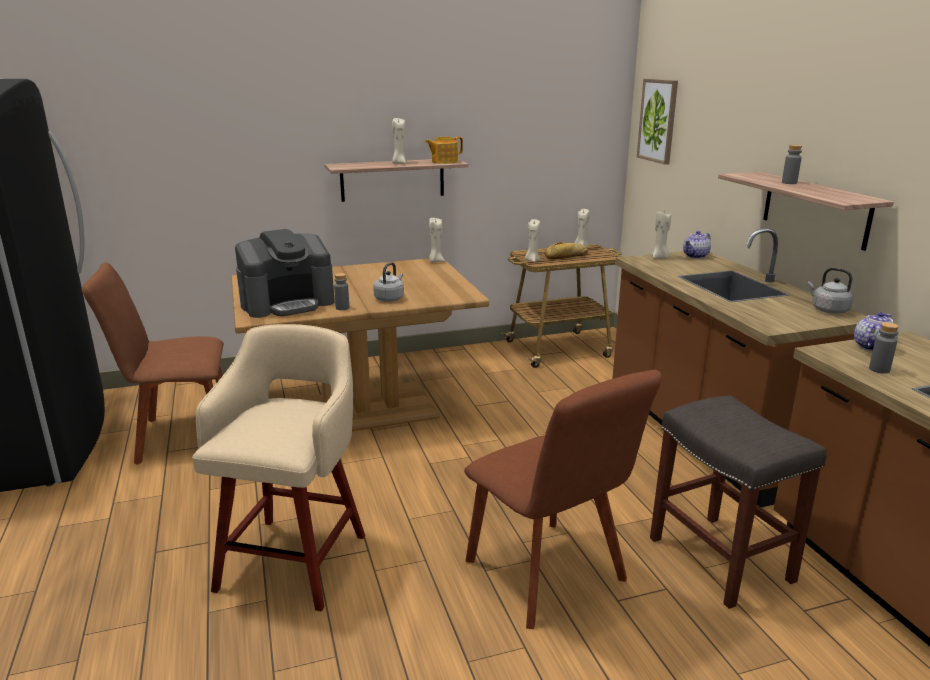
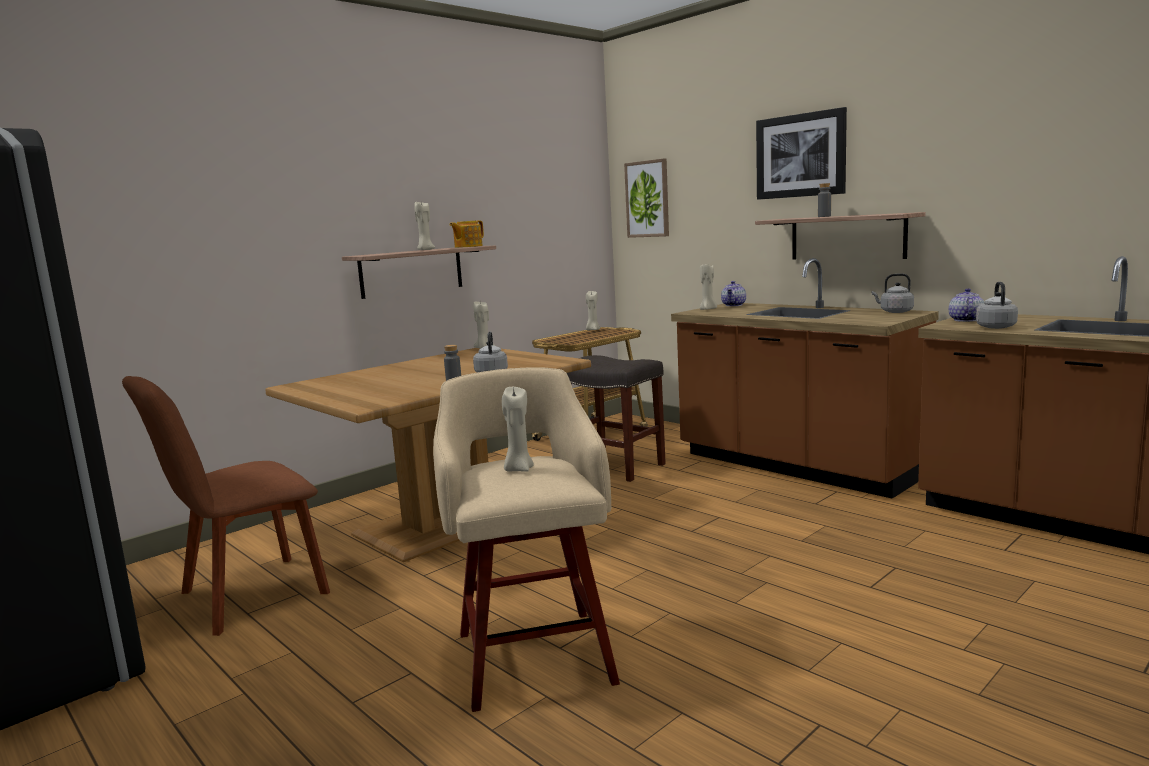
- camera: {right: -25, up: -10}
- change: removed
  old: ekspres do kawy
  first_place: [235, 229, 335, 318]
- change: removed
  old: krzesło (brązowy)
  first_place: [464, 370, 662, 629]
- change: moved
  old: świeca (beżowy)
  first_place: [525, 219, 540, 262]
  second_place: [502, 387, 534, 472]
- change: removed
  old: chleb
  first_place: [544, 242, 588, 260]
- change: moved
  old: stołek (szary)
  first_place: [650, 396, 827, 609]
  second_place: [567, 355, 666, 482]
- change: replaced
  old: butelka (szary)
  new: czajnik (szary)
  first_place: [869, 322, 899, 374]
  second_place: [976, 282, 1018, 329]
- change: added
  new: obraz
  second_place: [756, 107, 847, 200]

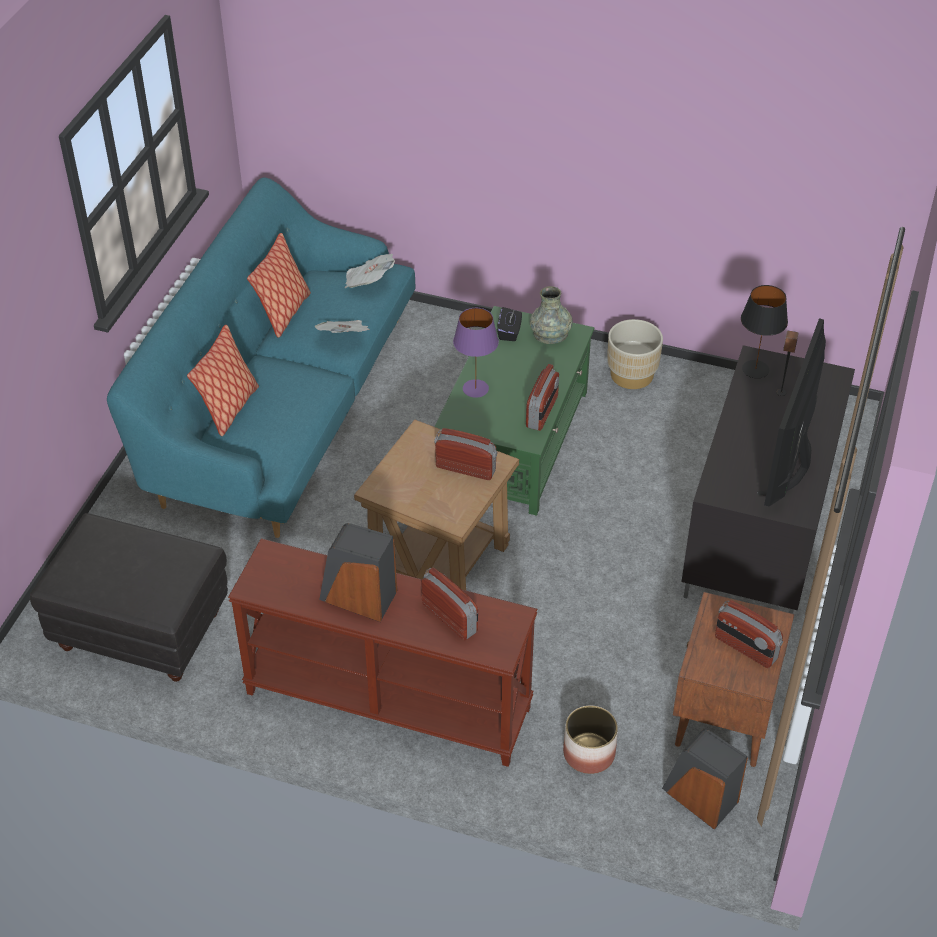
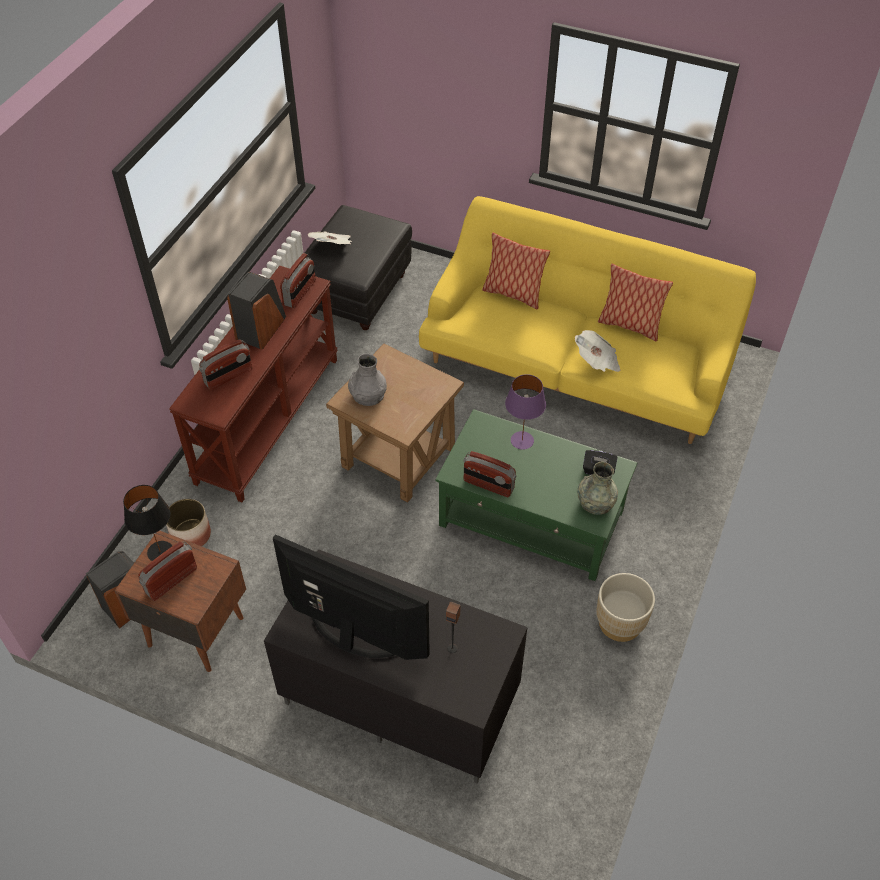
- camera: {right: 95, up: 5}
- change: recoloured
  old: kanapa (turkusowy)
  new: kanapa (żółty)
  first_place: [107, 177, 415, 538]
  second_place: [419, 196, 756, 444]
- change: moved
  old: gazeta
  first_place: [345, 254, 395, 288]
  second_place: [308, 231, 352, 244]
- change: moved
  old: radio
  first_place: [434, 428, 497, 480]
  second_place: [280, 253, 316, 308]
- change: moved
  old: lampa stołowa (czarny)
  first_place: [741, 285, 788, 379]
  second_place: [123, 485, 172, 561]
- change: added
  new: wazon (szary)
  second_place: [348, 354, 387, 406]

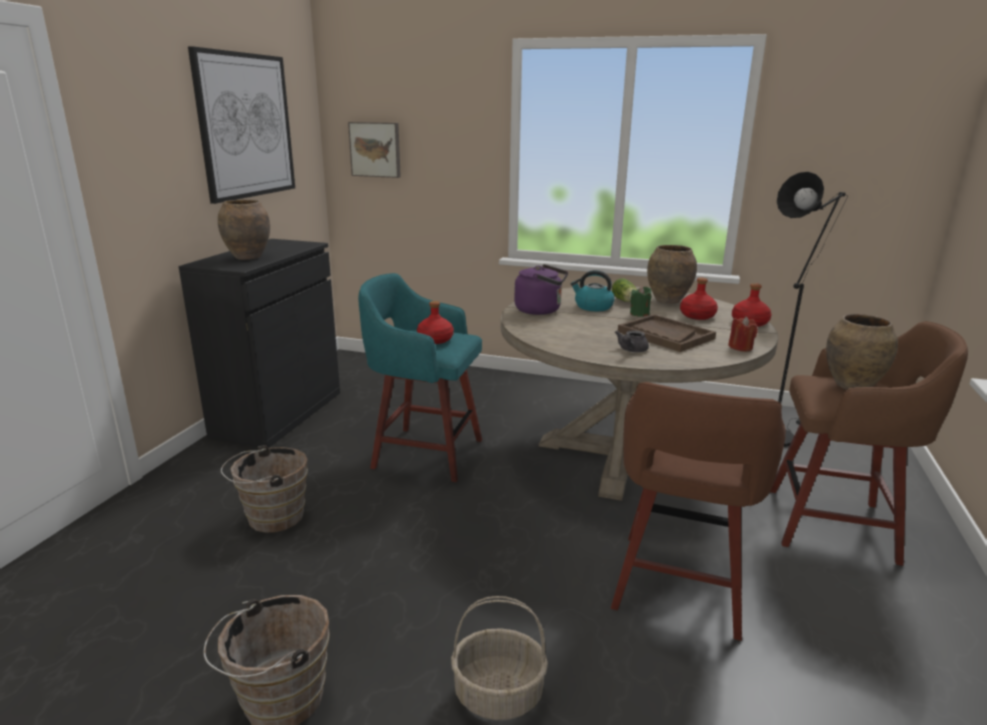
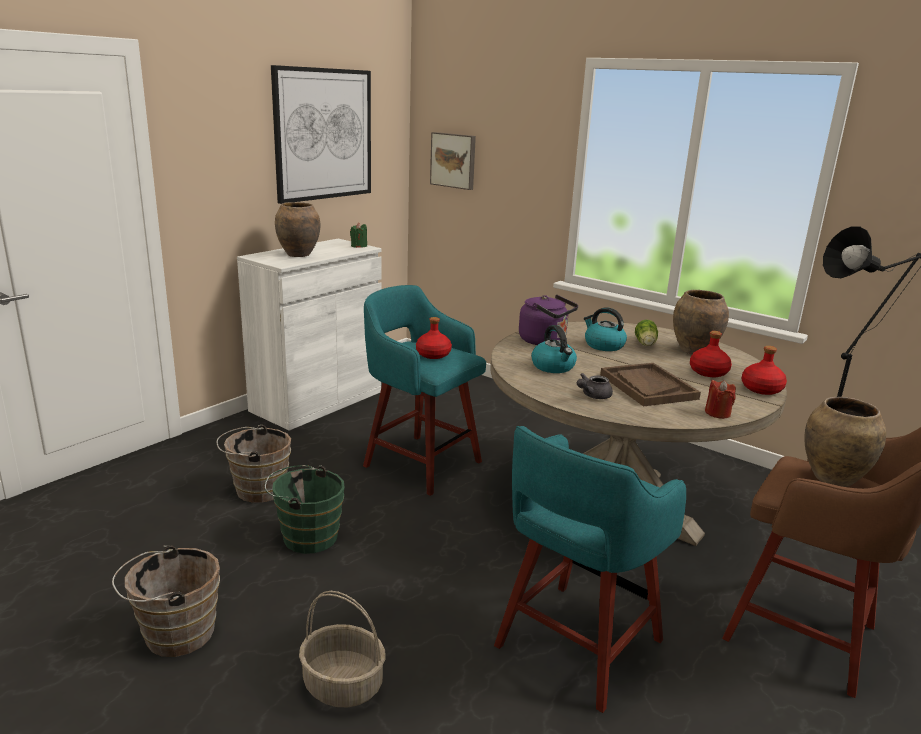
- camera: {right: 20, up: 0}
- change: recoloured
  old: szafka (czarny)
  new: szafka (biały)
  first_place: [178, 239, 340, 448]
  second_place: [237, 239, 382, 431]
- change: recoloured
  old: stołek (brązowy)
  new: stołek (turkusowy)
  first_place: [611, 382, 786, 641]
  second_place: [494, 426, 686, 713]
- change: moved
  old: świeca (zielony)
  first_place: [630, 286, 652, 317]
  second_place: [350, 223, 367, 248]
- change: added
  new: wiadro (zielony)
  second_place: [265, 465, 344, 554]
- change: added
  new: czajnik
  second_place: [531, 325, 577, 373]

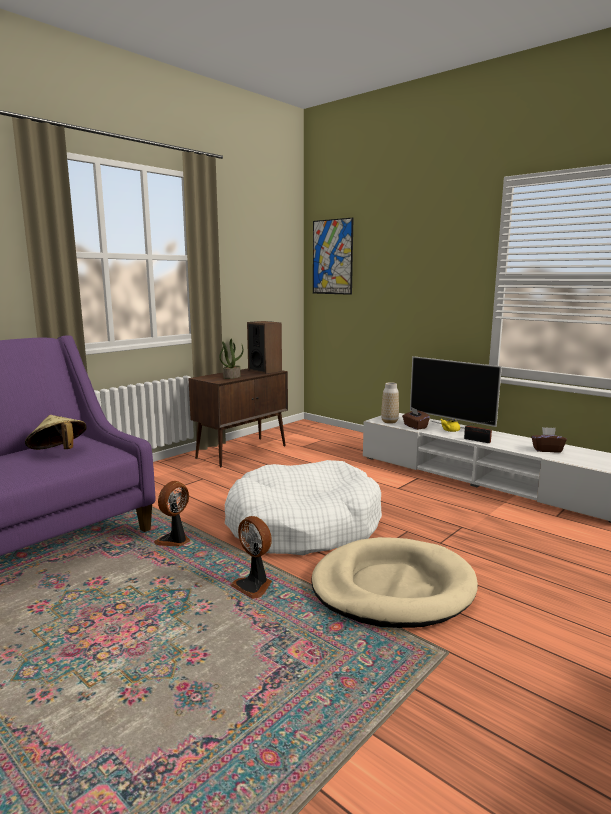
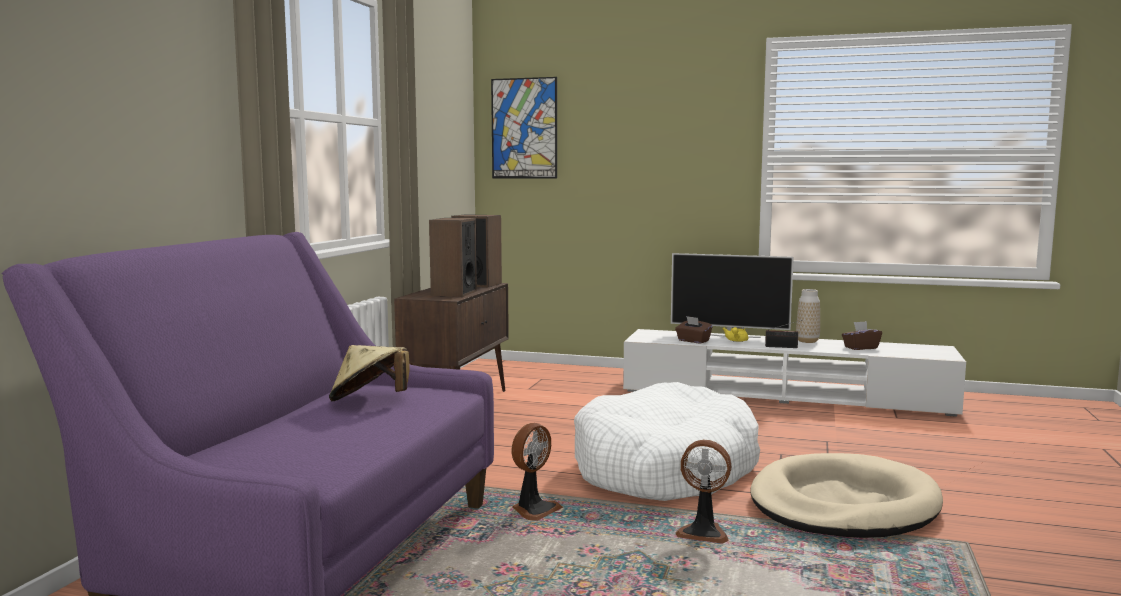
- camera: {right: -25, up: -5}
- change: turned
  old: wentylator
  first_place: [154, 481, 191, 547]
  second_place: [511, 423, 563, 521]
  degrees: -150
- change: replaced
  old: roślina doniczkowa
  new: głośnik
  first_place: [219, 339, 243, 379]
  second_place: [429, 218, 477, 297]
- change: moved
  old: wazon
  first_place: [381, 382, 399, 424]
  second_place: [796, 289, 820, 343]

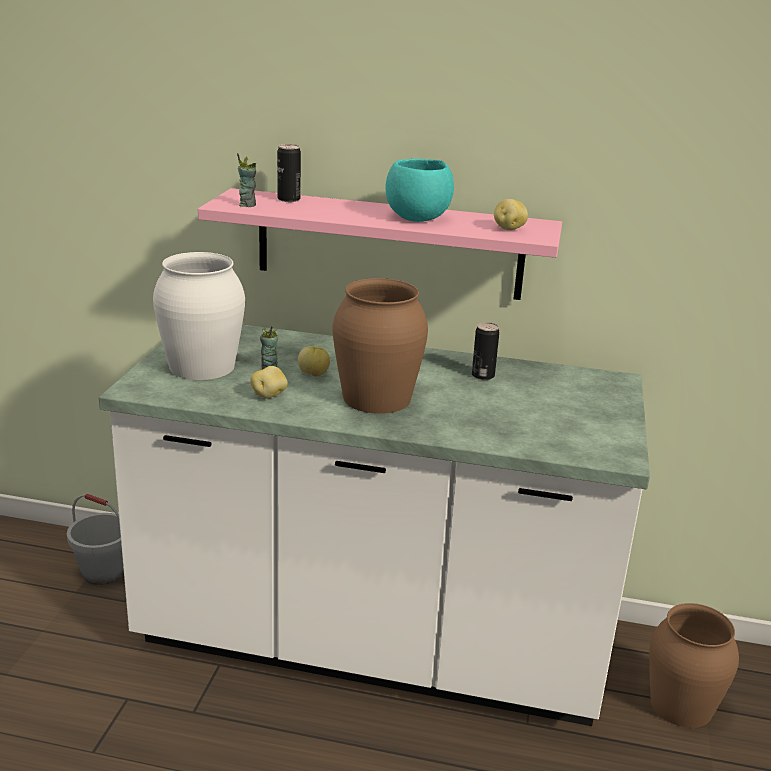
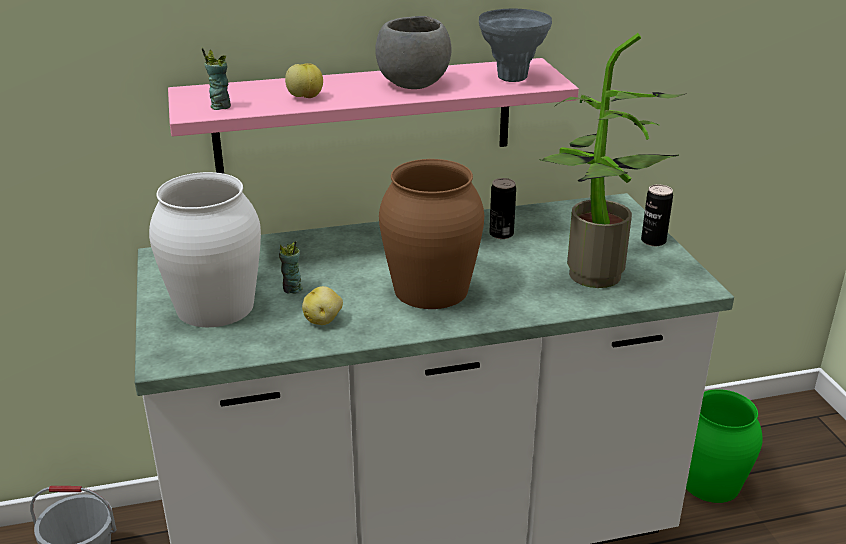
- camera: {right: -25, up: 5}
- change: moved
  old: puszka
  first_place: [277, 144, 301, 202]
  second_place: [641, 184, 673, 246]
- change: moved
  old: jabłko
  first_place: [298, 346, 330, 377]
  second_place: [285, 63, 323, 98]
- change: recoloured
  old: miska (turkusowy)
  new: miska (szary)
  first_place: [385, 159, 454, 222]
  second_place: [375, 16, 452, 89]
- change: replaced
  old: ziemniak
  new: wazon (szary)
  first_place: [494, 199, 528, 230]
  second_place: [479, 9, 552, 82]
- change: recoloured
  old: wazon (brązowy)
  new: wazon (zielony)
  first_place: [649, 603, 739, 728]
  second_place: [686, 389, 763, 503]
- change: added
  new: roślina doniczkowa
  second_place: [541, 33, 687, 288]

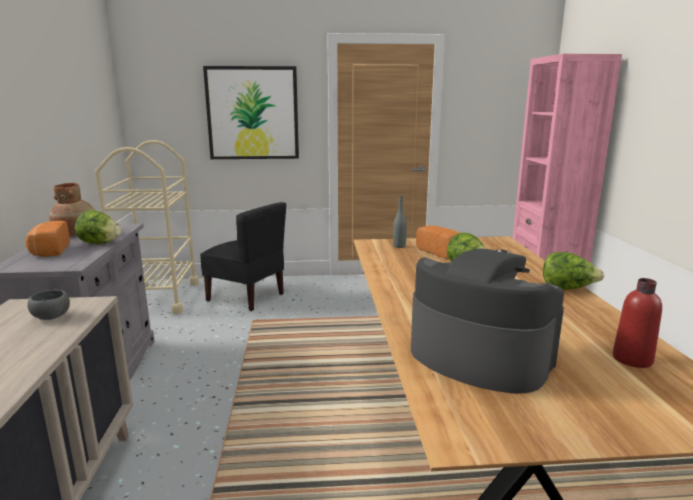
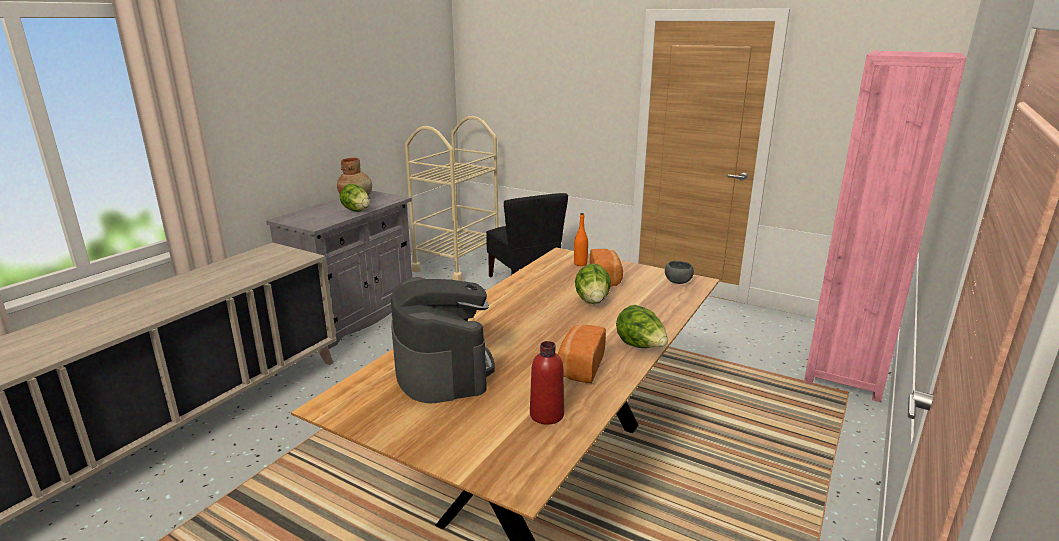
- camera: {right: 35, up: 5}
- change: moved
  old: chleb
  first_place: [25, 221, 70, 257]
  second_place: [557, 325, 606, 383]
- change: moved
  old: miska (szary)
  first_place: [27, 290, 70, 320]
  second_place: [665, 261, 694, 284]
- change: removed
  old: obraz
  first_place: [203, 66, 299, 159]
- change: recoloured
  old: butelka (szary)
  new: butelka (pomarańczowy)
  first_place: [393, 196, 407, 248]
  second_place: [574, 213, 588, 266]

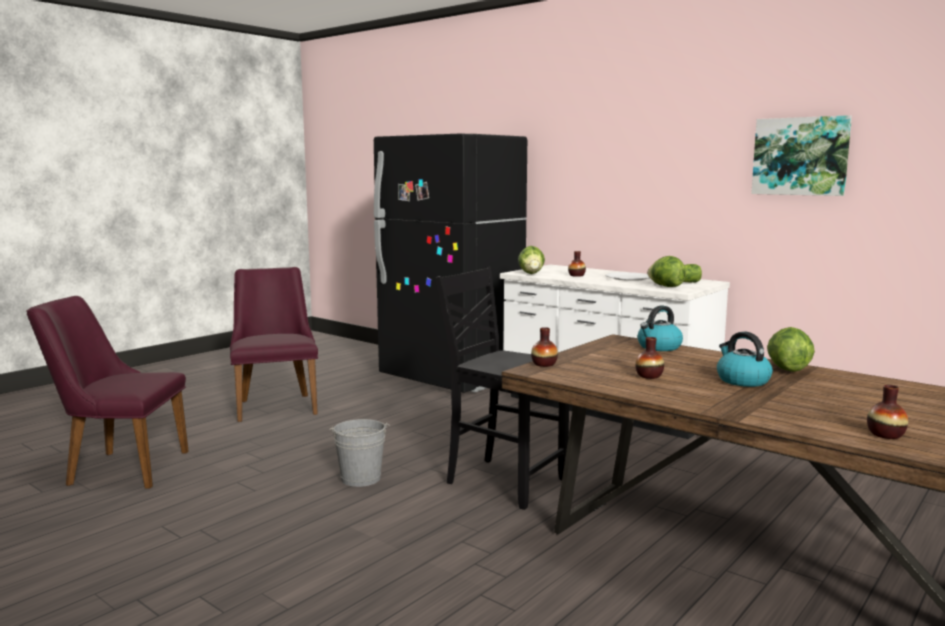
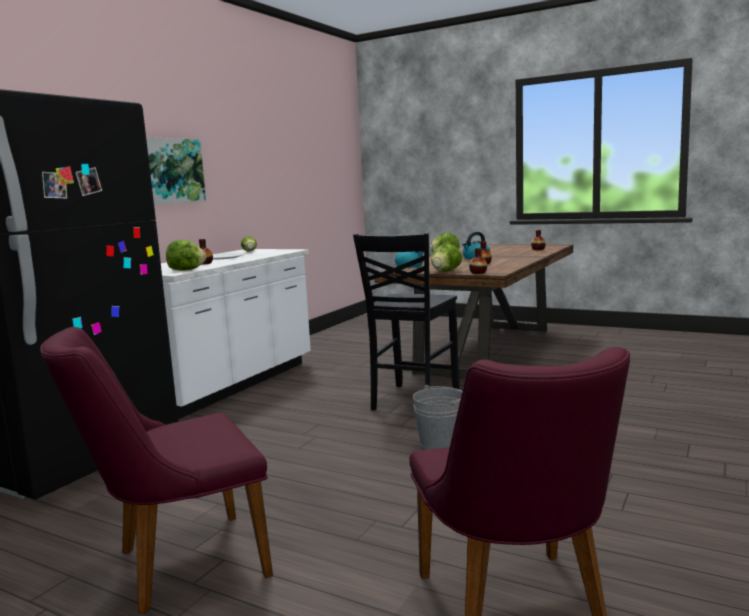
- camera: {right: -100, up: 0}
- change: moved
  old: sałata
  first_place: [647, 256, 686, 287]
  second_place: [431, 243, 462, 272]
- change: moved
  old: obraz
  first_place: [751, 115, 852, 196]
  second_place: [146, 137, 206, 205]

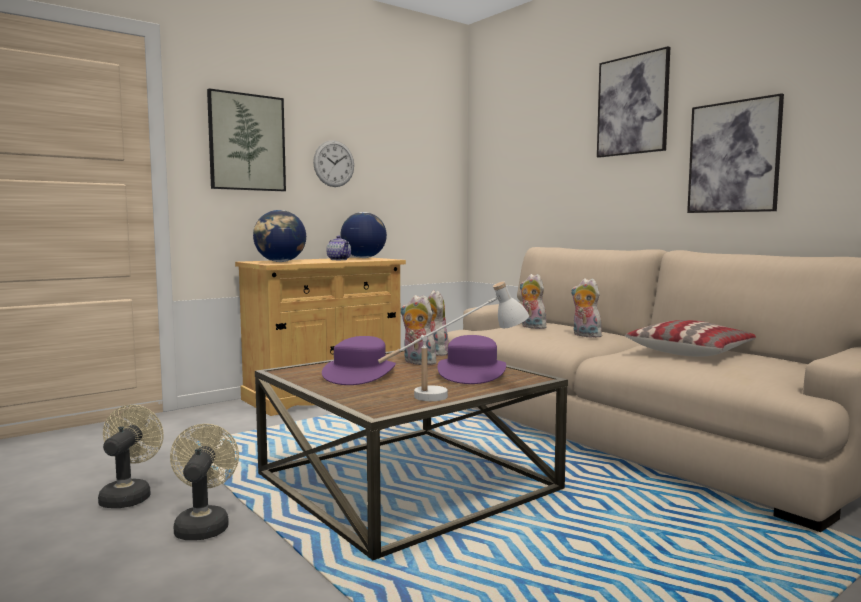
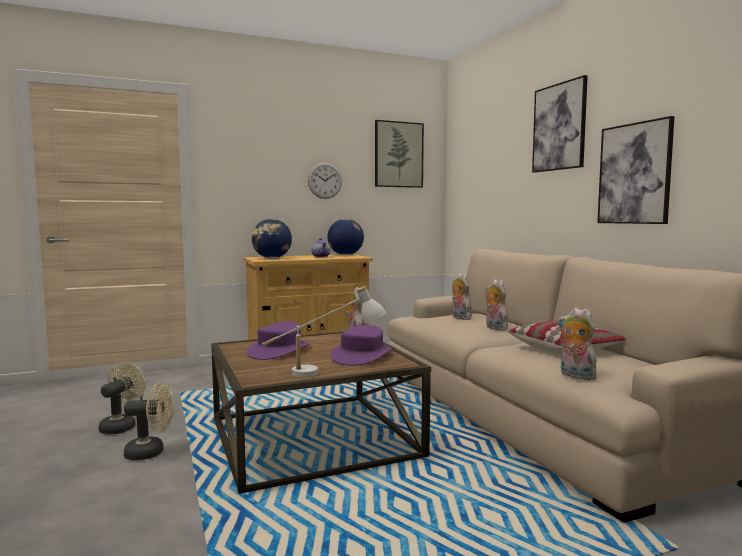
- camera: {right: 15, up: 0}
- change: turned
  old: wentylator (beżowy)
  first_place: [170, 424, 239, 540]
  second_place: [124, 383, 174, 460]
  degrees: 75
- change: moved
  old: obraz
  first_place: [207, 88, 286, 191]
  second_place: [375, 120, 424, 188]
- change: moved
  old: pluszak
  first_place: [400, 295, 437, 365]
  second_place: [558, 308, 597, 380]

